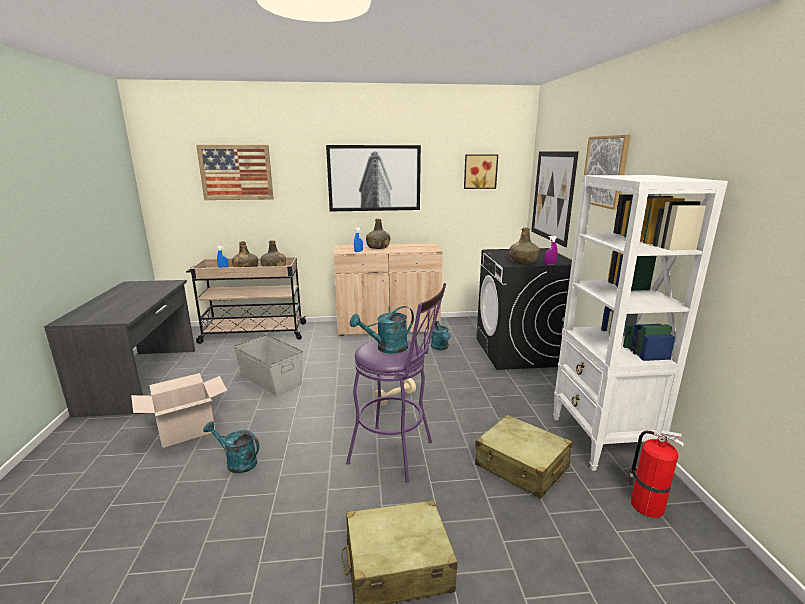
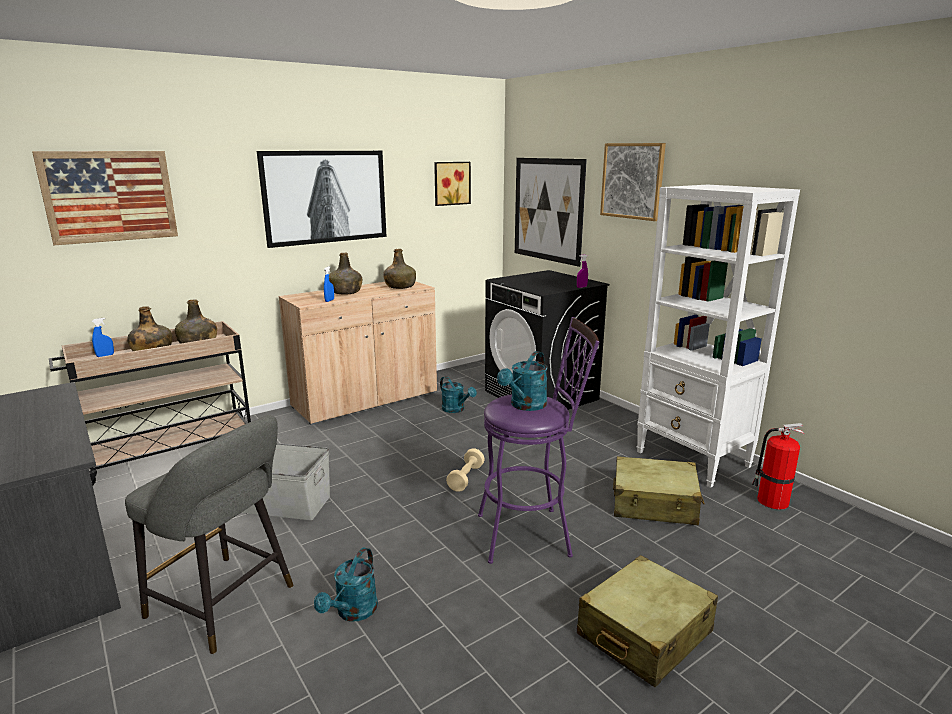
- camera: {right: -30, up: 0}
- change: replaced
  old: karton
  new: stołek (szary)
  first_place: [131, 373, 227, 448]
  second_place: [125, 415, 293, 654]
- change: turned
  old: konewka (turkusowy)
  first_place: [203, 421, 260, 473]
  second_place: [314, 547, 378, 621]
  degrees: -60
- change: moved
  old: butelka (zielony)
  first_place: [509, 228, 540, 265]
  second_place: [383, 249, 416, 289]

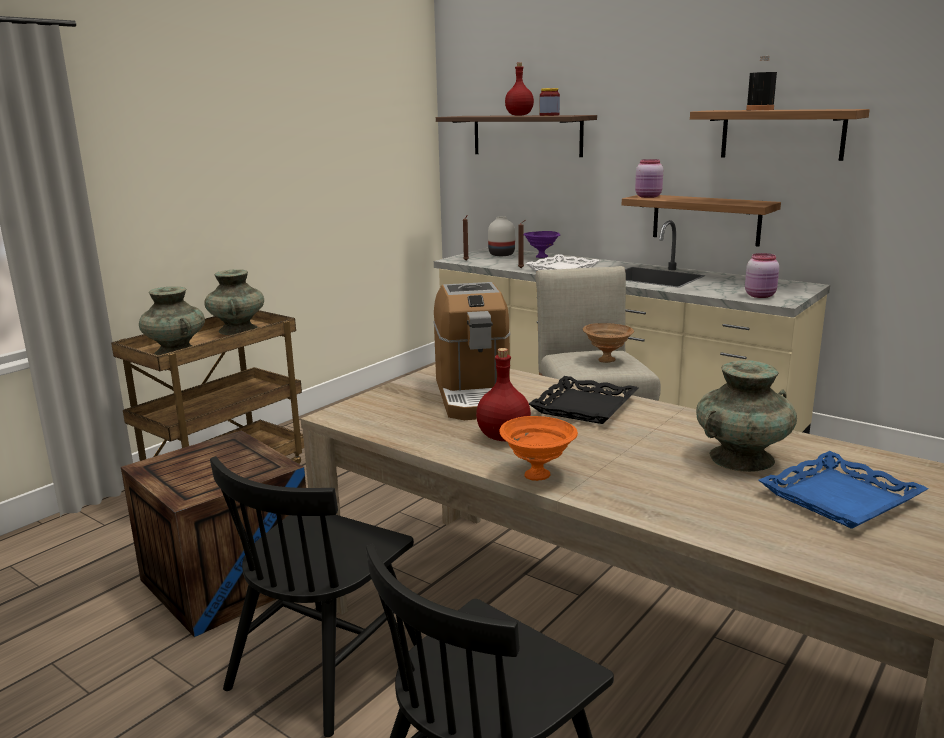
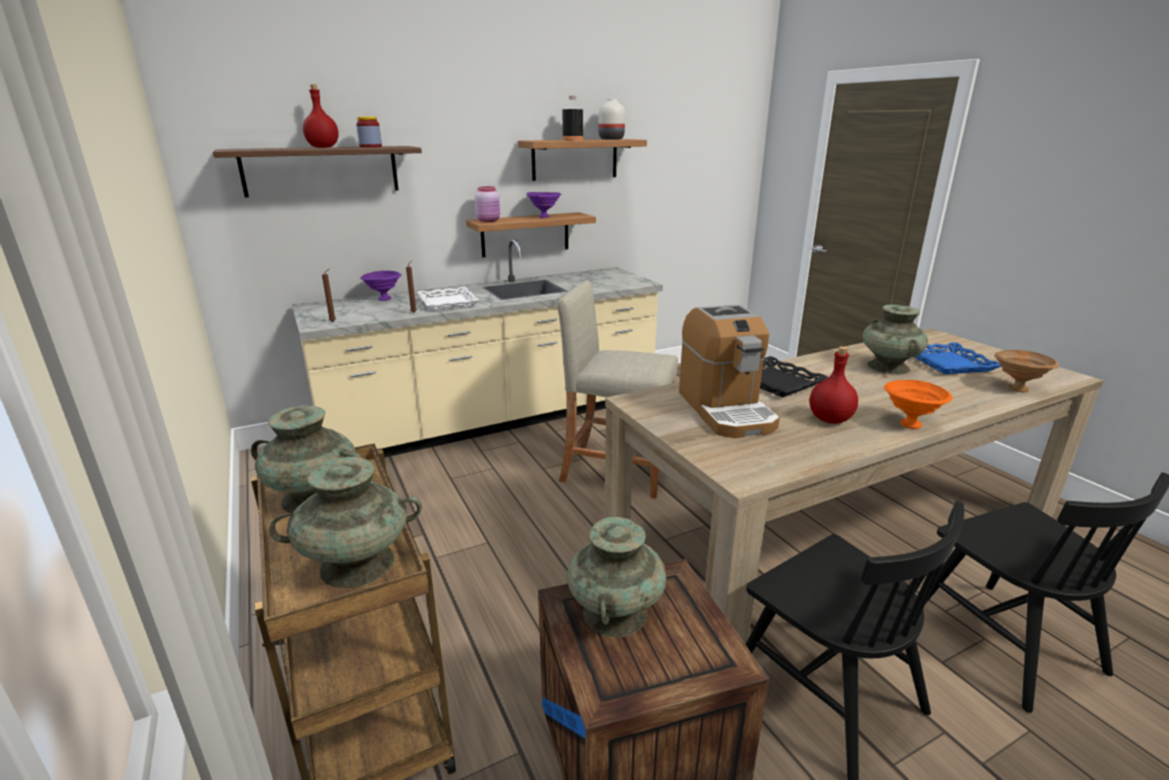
- camera: {right: -65, up: 5}
- change: turned
  old: ekspres do kawy
  first_place: [433, 282, 510, 420]
  second_place: [679, 304, 780, 438]
  degrees: 60
- change: moved
  old: wazon (biały)
  first_place: [488, 216, 515, 256]
  second_place: [598, 99, 625, 140]
- change: moved
  old: miska (brązowy)
  first_place: [583, 323, 634, 363]
  second_place: [994, 350, 1059, 392]
- change: removed
  old: słoik (różowy)
  first_place: [745, 253, 779, 298]
- change: added
  new: miska (fioletowy)
  second_place: [526, 192, 562, 218]
- change: added
  new: wazon (turkusowy)
  second_place: [567, 517, 666, 637]

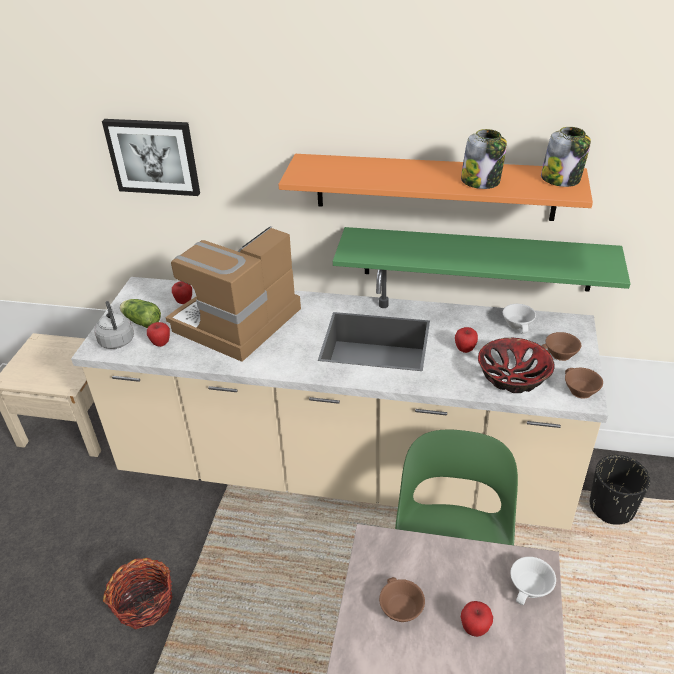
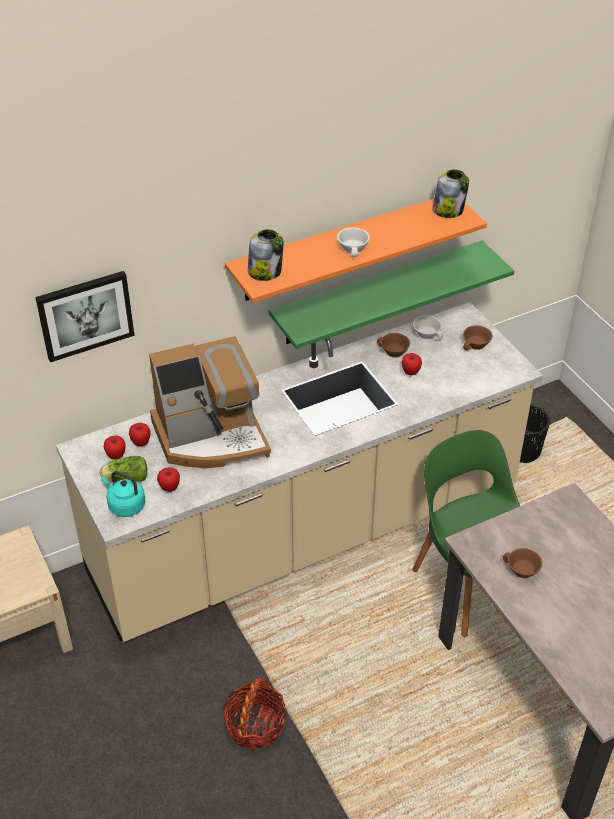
- camera: {right: -40, up: 5}
- change: recoloured
  old: czajnik (szary)
  new: czajnik (turkusowy)
  first_place: [94, 301, 134, 349]
  second_place: [101, 471, 145, 517]
- change: turned
  old: ekspres do kawy
  first_place: [165, 226, 301, 362]
  second_place: [149, 336, 271, 468]
  degrees: -105
- change: moved
  old: słoik
  first_place: [461, 129, 507, 189]
  second_place: [248, 229, 283, 281]
- change: moved
  old: jabłko
  first_place: [461, 601, 493, 637]
  second_place: [104, 435, 126, 459]
- change: removed
  old: miska
  first_place: [478, 338, 555, 393]
- change: moved
  old: filiżanka (biały)
  first_place: [510, 557, 556, 605]
  second_place: [337, 227, 370, 257]
- change: moved
  old: filiżanka (brązowy)
  first_place: [565, 368, 603, 399]
  second_place: [377, 333, 410, 358]

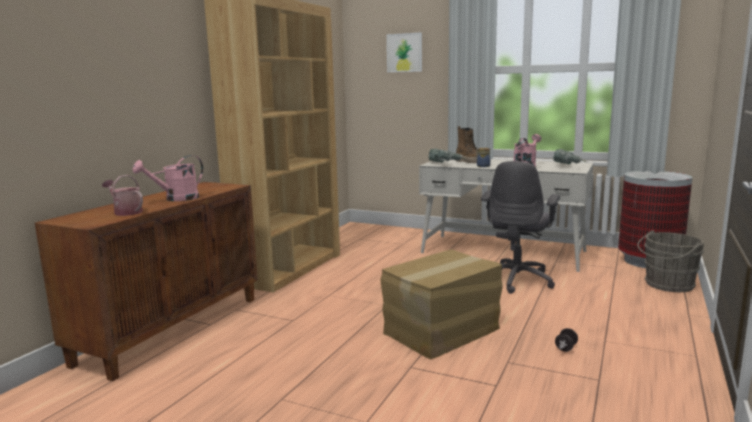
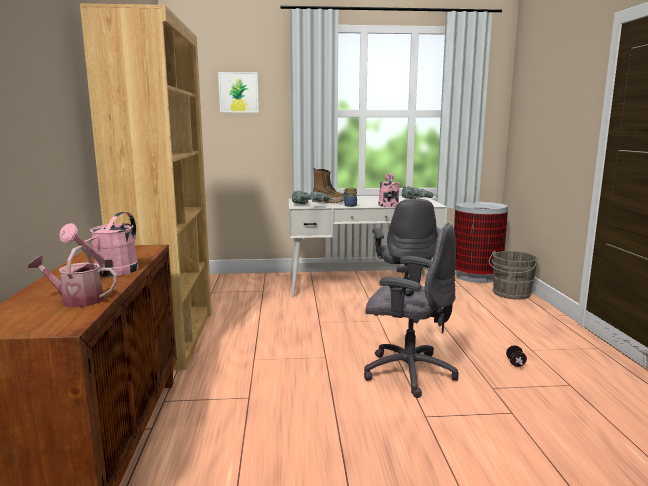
- camera: {right: -30, up: 0}
- change: replaced
  old: karton
  new: krzesło biurowe (szary)
  first_place: [380, 249, 503, 359]
  second_place: [364, 223, 459, 398]

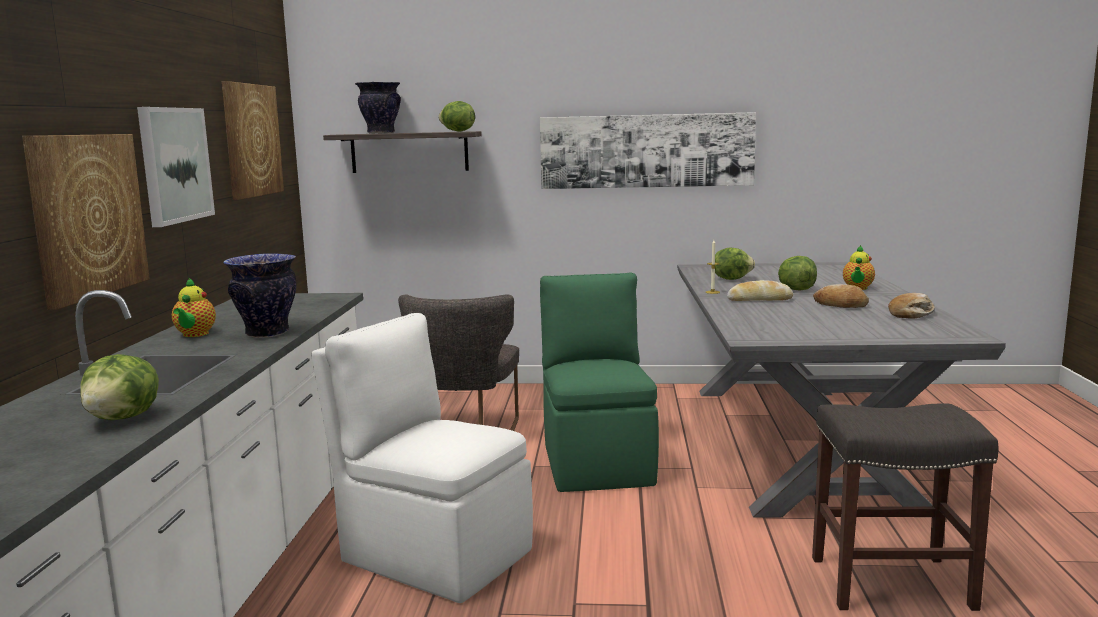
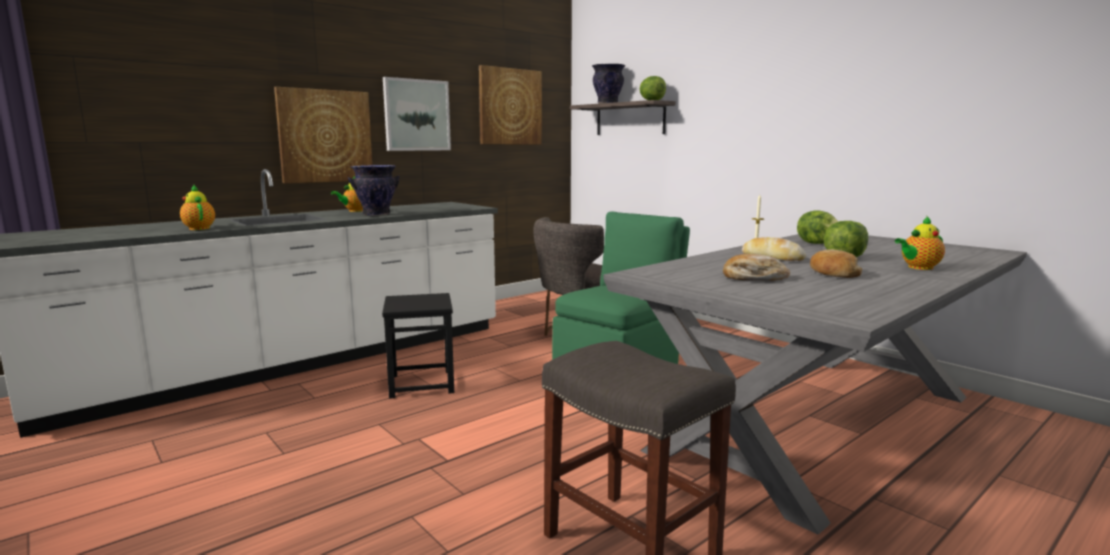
- camera: {right: 45, up: 0}
- change: replaced
  old: sałata
  new: imbryk
  first_place: [80, 354, 159, 420]
  second_place: [180, 185, 215, 230]
- change: replaced
  old: krzesło (biały)
  new: stołek (czarny)
  first_place: [311, 313, 533, 603]
  second_place: [382, 293, 454, 399]
- change: removed
  old: obraz
  first_place: [540, 112, 756, 189]
- change: moved
  old: chleb
  first_place: [888, 293, 935, 319]
  second_place: [723, 254, 790, 281]

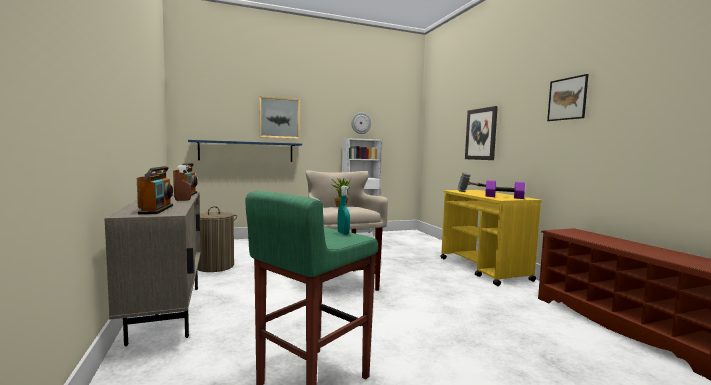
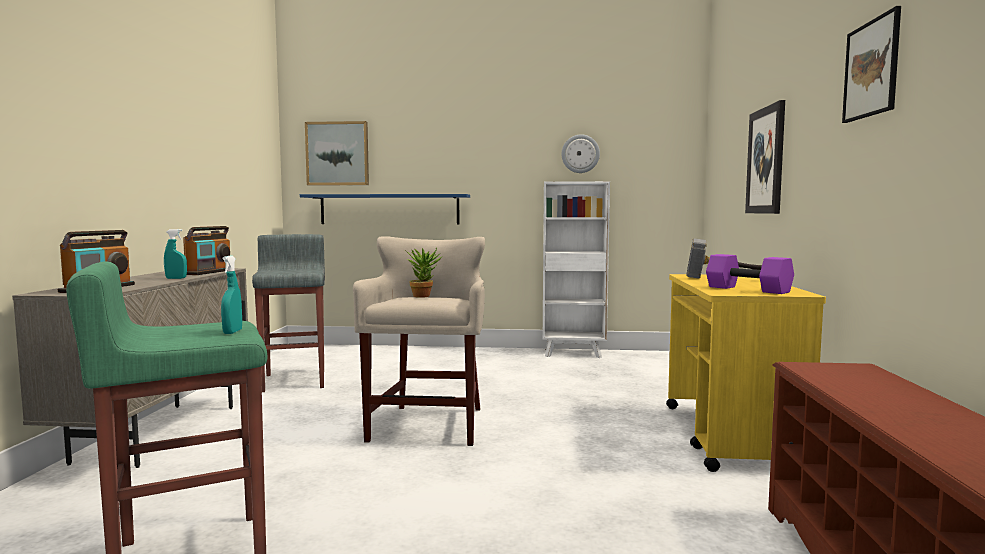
- camera: {right: 25, up: 0}
- change: recoloured
  old: spryskiwacz (brązowy)
  new: spryskiwacz (turkusowy)
  first_place: [174, 165, 191, 201]
  second_place: [164, 229, 187, 279]
- change: replaced
  old: kosz na pranie
  new: stołek (szary)
  first_place: [197, 206, 237, 272]
  second_place: [252, 234, 325, 392]
- change: moved
  old: obraz
  first_place: [259, 96, 300, 139]
  second_place: [305, 121, 369, 185]

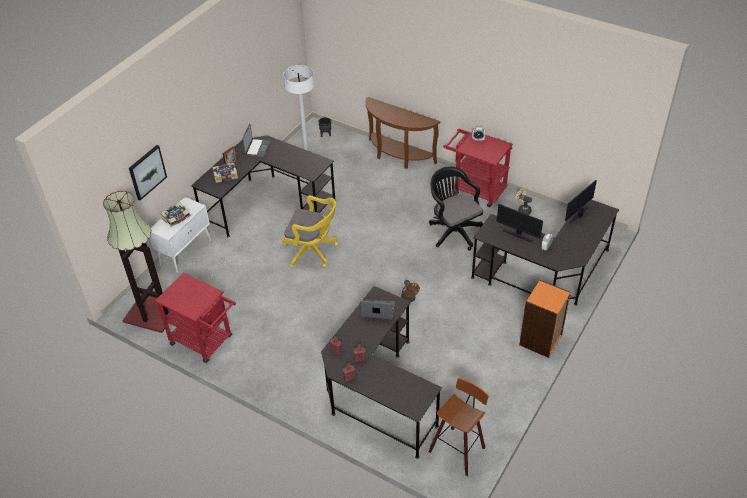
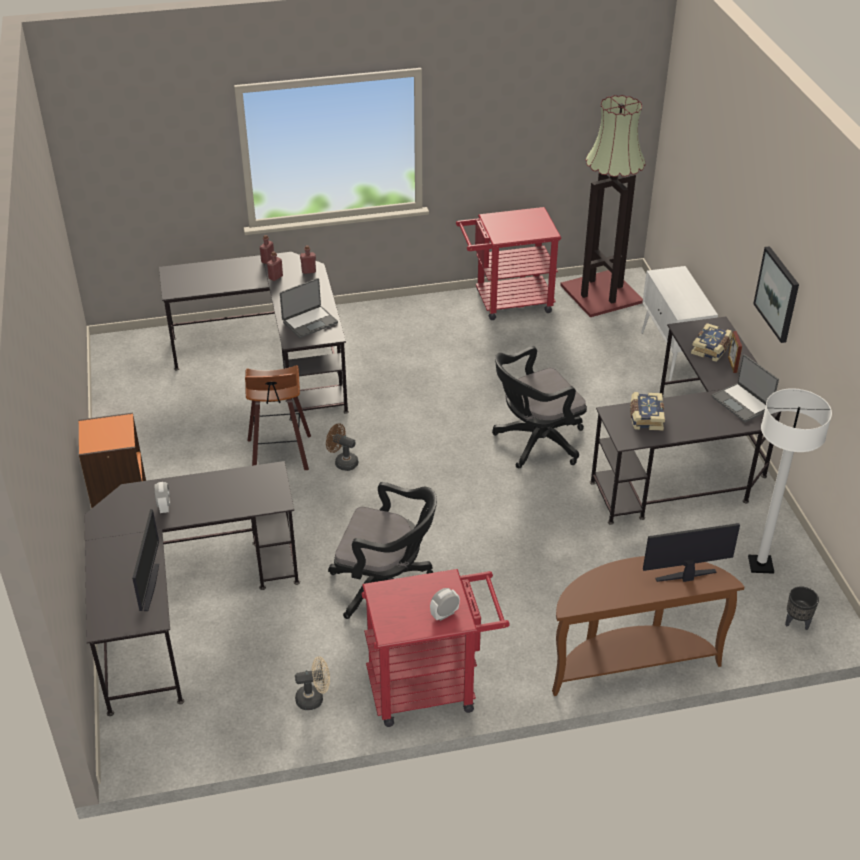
- camera: {right: 135, up: -5}
- change: moved
  old: obraz
  first_place: [129, 145, 167, 200]
  second_place: [753, 246, 799, 343]
- change: moved
  old: książka
  first_place: [161, 202, 190, 227]
  second_place: [630, 392, 665, 431]
- change: recoloured
  old: krzesło biurowe (żółty)
  new: krzesło biurowe (czarny)
  first_place: [283, 195, 338, 268]
  second_place: [492, 346, 587, 468]
- change: moved
  old: stołek
  first_place: [429, 378, 489, 476]
  second_place: [245, 365, 311, 470]
- change: moved
  old: monitor
  first_place: [497, 204, 543, 242]
  second_place: [643, 523, 740, 582]

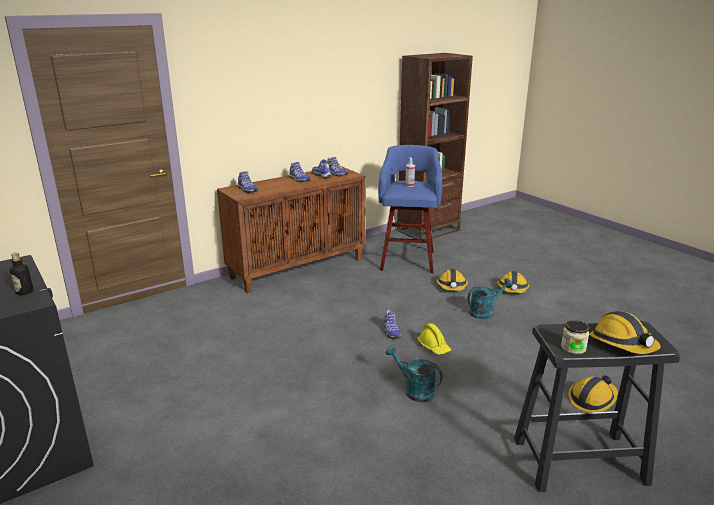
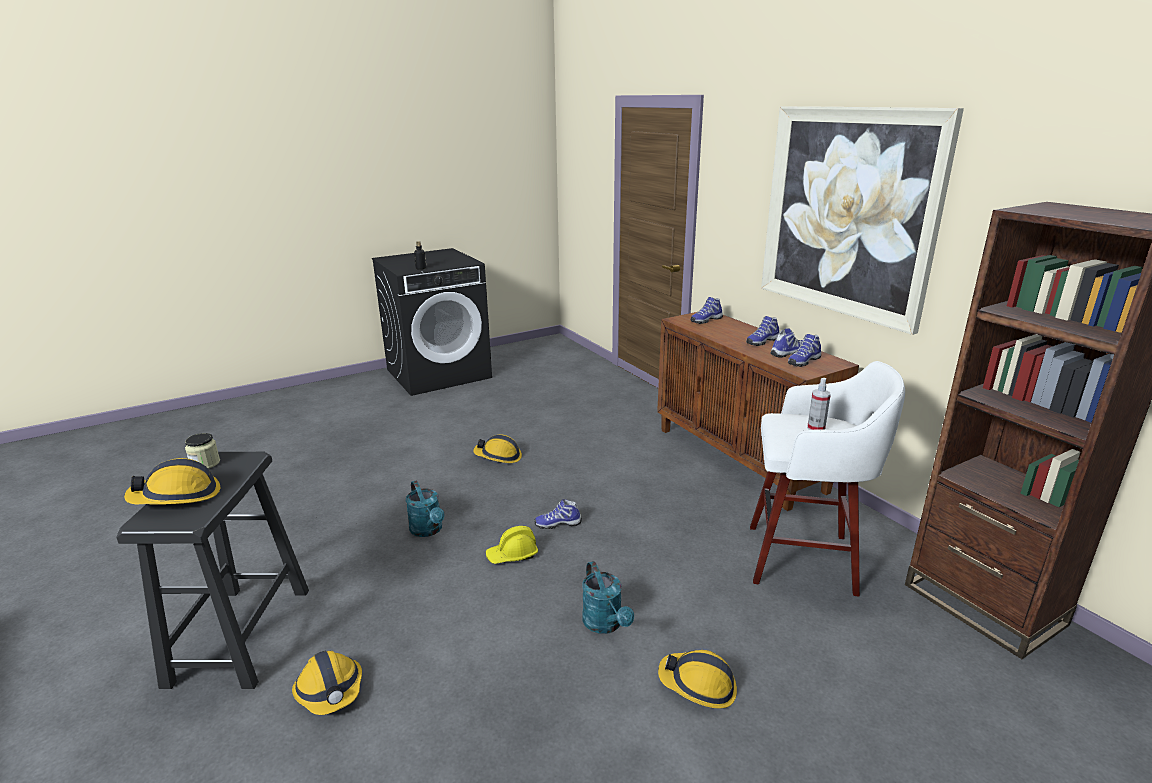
- camera: {right: 95, up: 0}
- change: recoloured
  old: stołek (niebieski)
  new: stołek (biały)
  first_place: [378, 145, 442, 273]
  second_place: [750, 361, 905, 597]
- change: turned
  old: konewka (turkusowy)
  first_place: [386, 345, 443, 402]
  second_place: [406, 480, 444, 537]
  degrees: 105
- change: moved
  old: kask
  first_place: [437, 269, 468, 291]
  second_place: [473, 435, 522, 463]
- change: added
  new: obraz
  second_place: [761, 106, 964, 335]

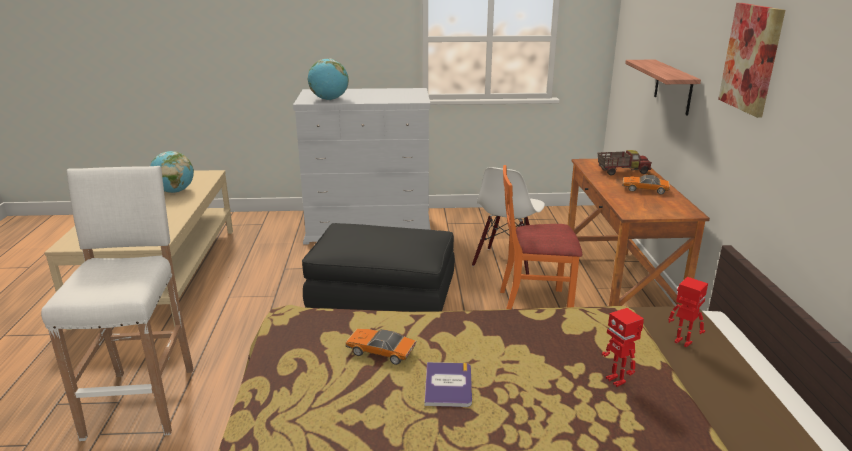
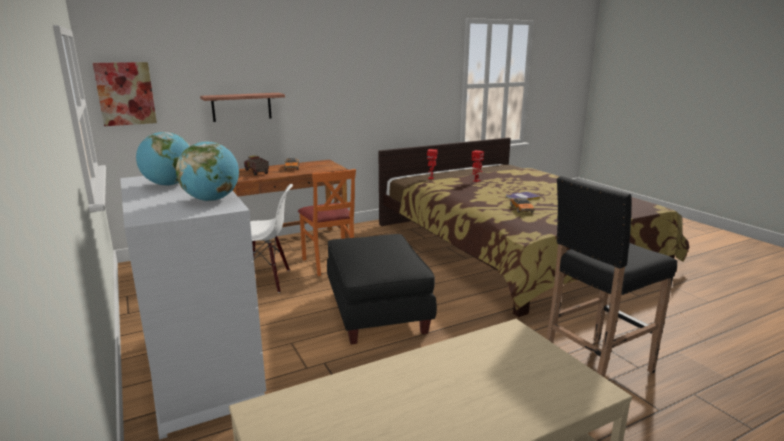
- camera: {right: -115, up: -5}
- change: recoloured
  old: stołek (biały)
  new: stołek (czarny)
  first_place: [41, 166, 193, 441]
  second_place: [546, 176, 677, 378]
- change: moved
  old: globus
  first_place: [150, 151, 194, 193]
  second_place: [136, 132, 190, 186]
- change: moved
  old: obraz
  first_place: [718, 3, 785, 118]
  second_place: [93, 62, 157, 126]

